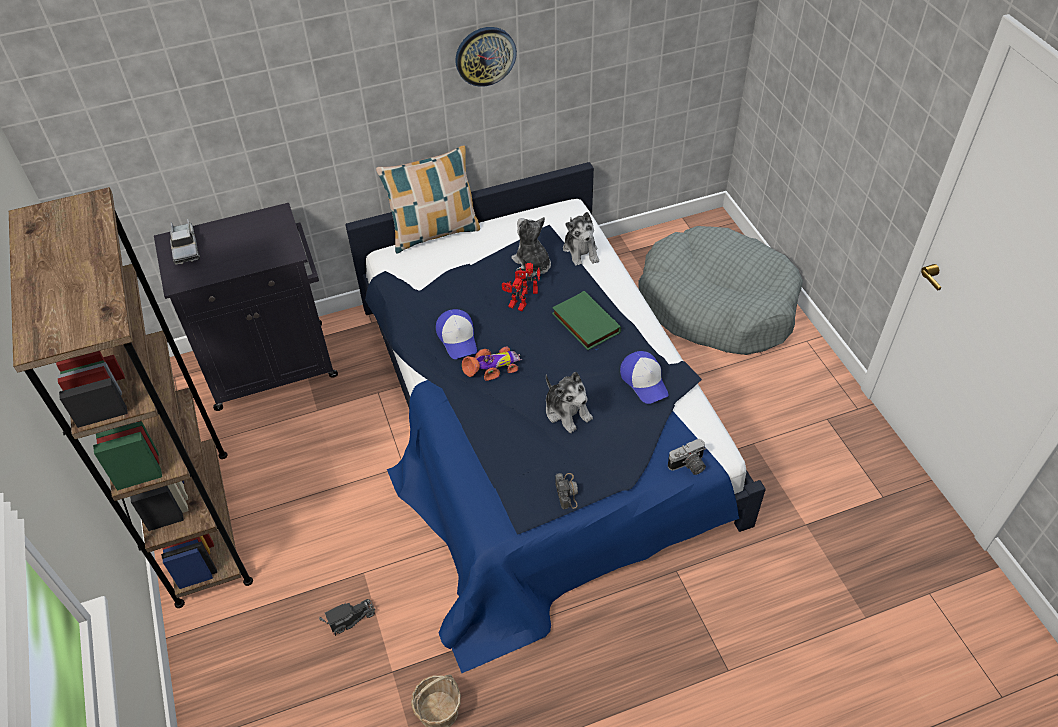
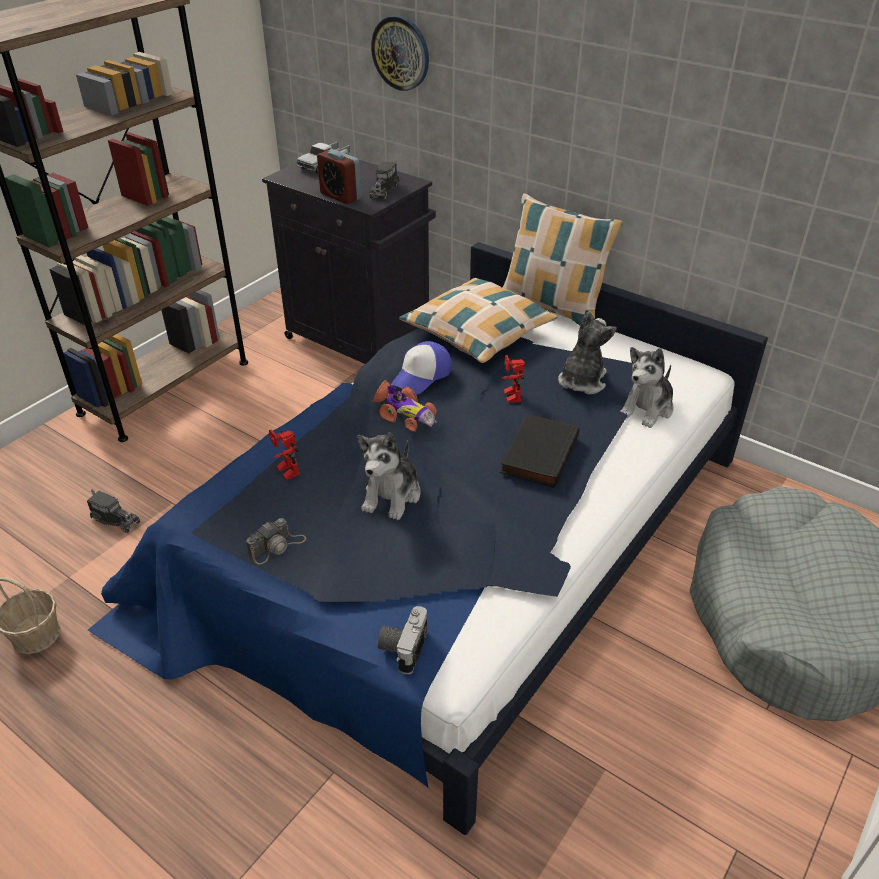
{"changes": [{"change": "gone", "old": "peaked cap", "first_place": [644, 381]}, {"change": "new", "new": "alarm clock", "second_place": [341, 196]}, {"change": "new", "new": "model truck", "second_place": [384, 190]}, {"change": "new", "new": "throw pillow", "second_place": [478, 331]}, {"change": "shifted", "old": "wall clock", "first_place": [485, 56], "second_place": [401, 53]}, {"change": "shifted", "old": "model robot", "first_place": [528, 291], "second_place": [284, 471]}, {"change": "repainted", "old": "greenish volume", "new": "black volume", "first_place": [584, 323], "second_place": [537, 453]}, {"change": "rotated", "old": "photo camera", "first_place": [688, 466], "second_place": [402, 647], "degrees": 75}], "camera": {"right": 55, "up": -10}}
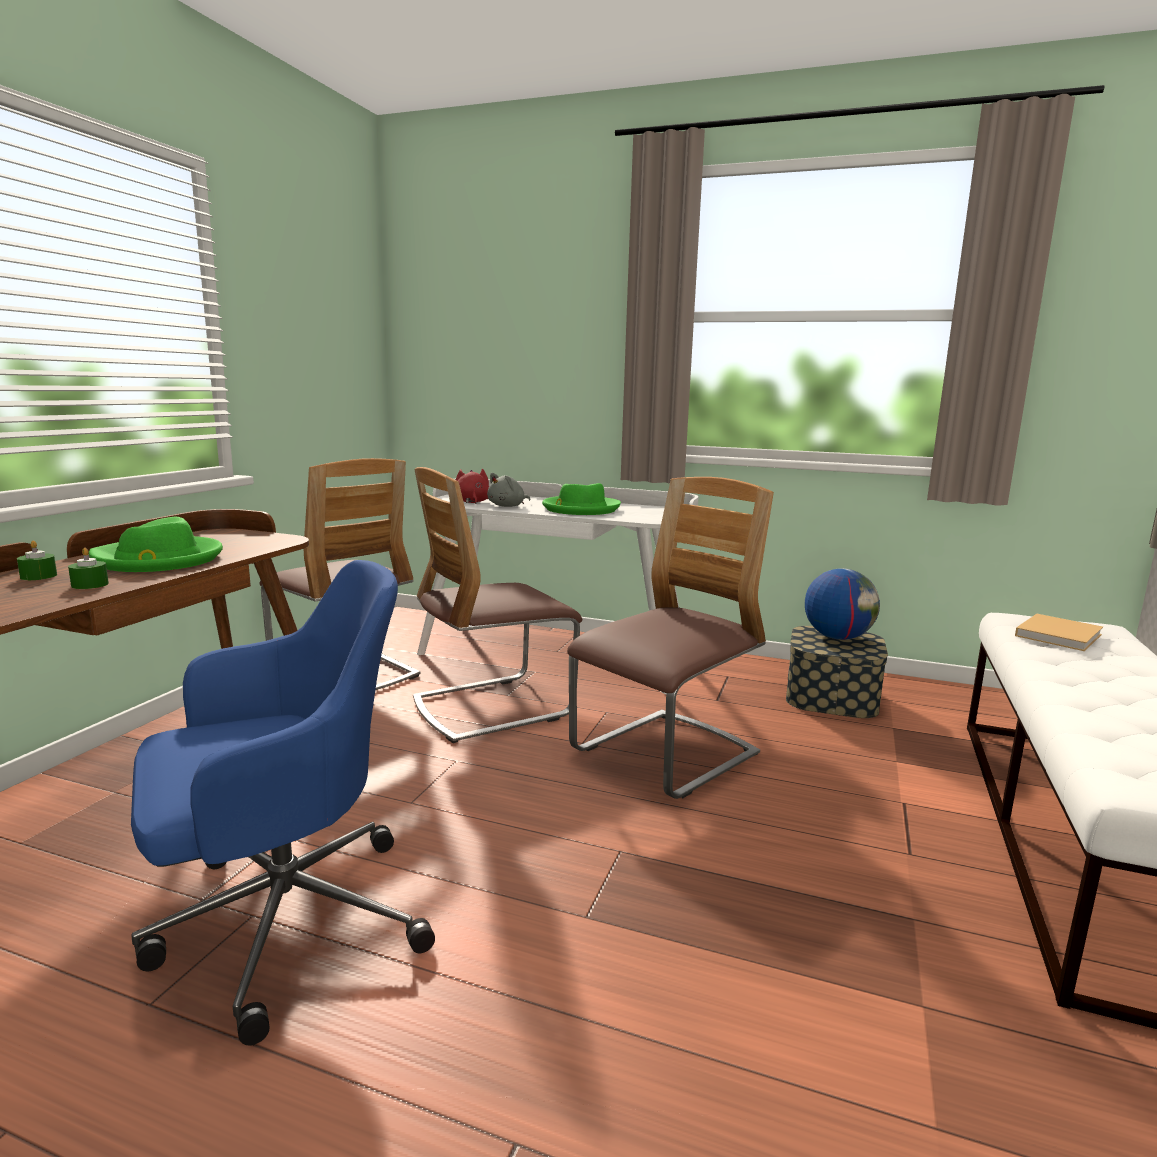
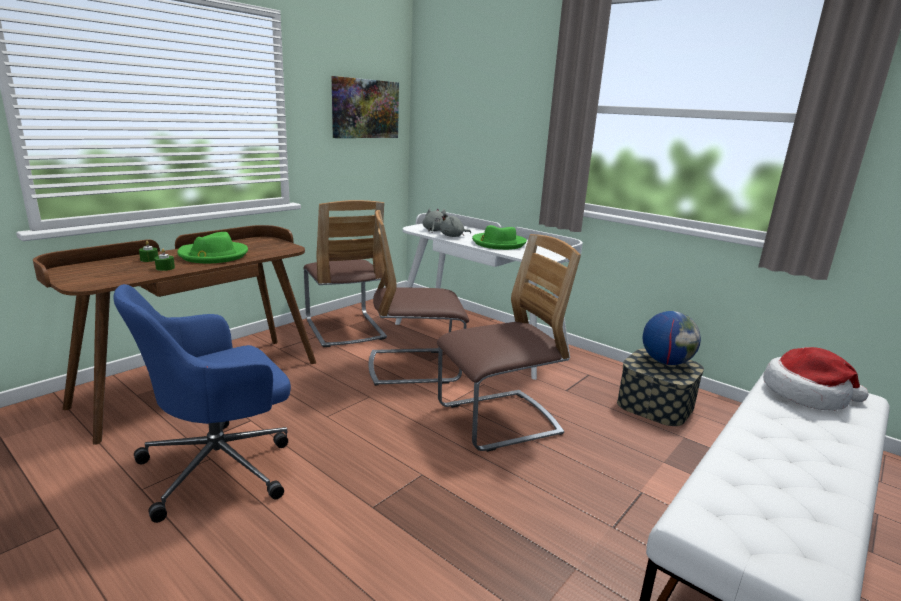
{"changes": [{"change": "new", "new": "wall art", "second_place": [365, 109]}, {"change": "swapped", "old": "sand-coloured volume", "new": "clothing hat", "first_place": [1059, 634], "second_place": [806, 394]}, {"change": "repainted", "old": "reddish plush toy", "new": "gray plush toy", "first_place": [472, 502], "second_place": [434, 230]}, {"change": "rotated", "old": "blue office chair", "first_place": [283, 922], "second_place": [221, 466], "degrees": 150}], "camera": {"right": 20, "up": 5}}
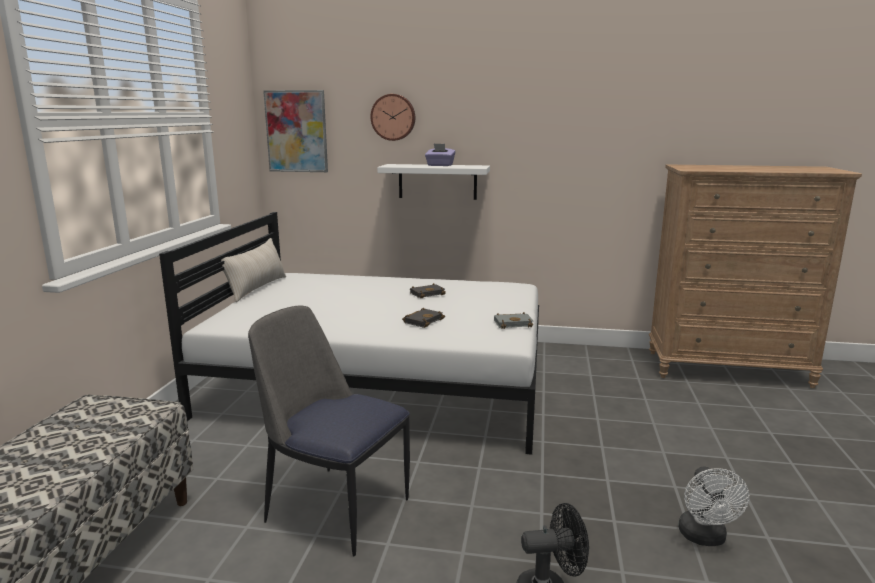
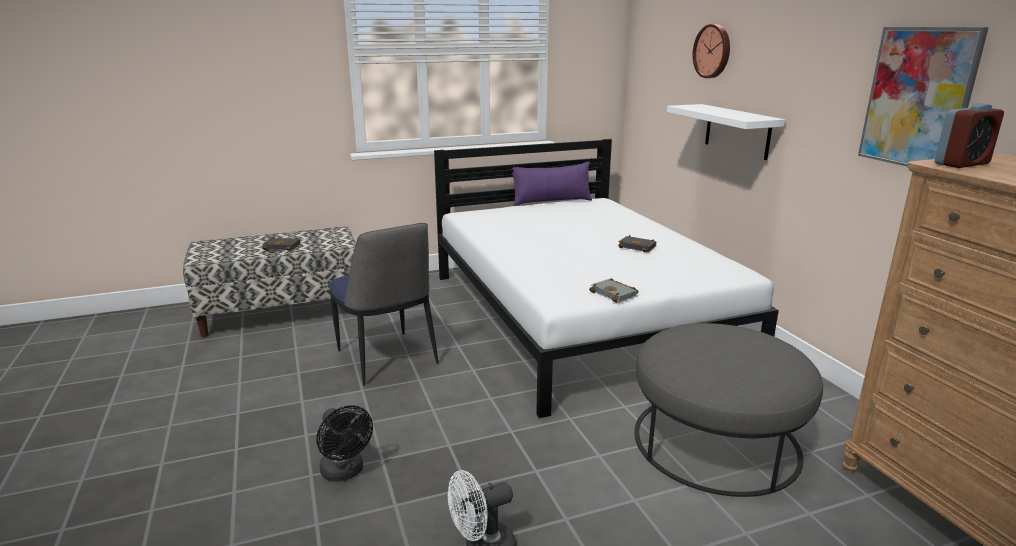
{"changes": [{"change": "gone", "old": "purple box of tissues", "first_place": [440, 165]}, {"change": "new", "new": "gray pouffe", "second_place": [715, 441]}, {"change": "new", "new": "alarm clock", "second_place": [961, 164]}, {"change": "shifted", "old": "wall art", "first_place": [296, 131], "second_place": [918, 98]}, {"change": "shifted", "old": "black volume", "first_place": [423, 320], "second_place": [283, 246]}, {"change": "repainted", "old": "sand-coloured throw pillow", "new": "purple throw pillow", "first_place": [256, 288], "second_place": [551, 201]}, {"change": "rotated", "old": "chair", "first_place": [335, 508], "second_place": [387, 359], "degrees": 150}], "camera": {"right": 60, "up": 5}}
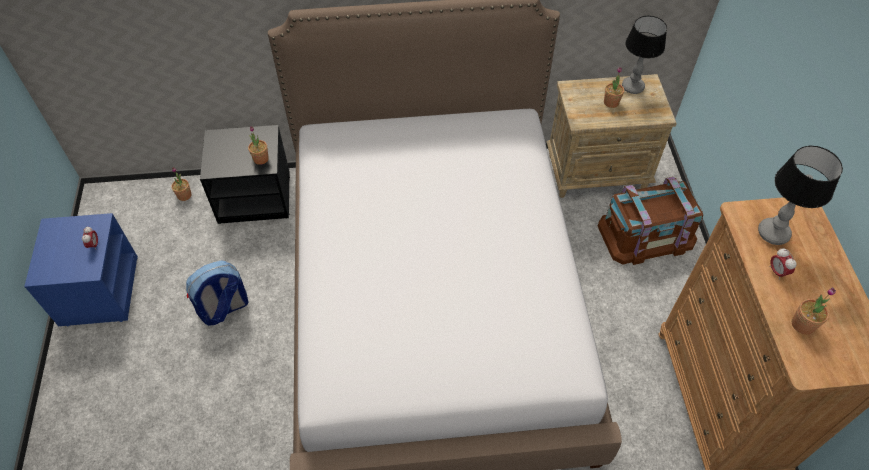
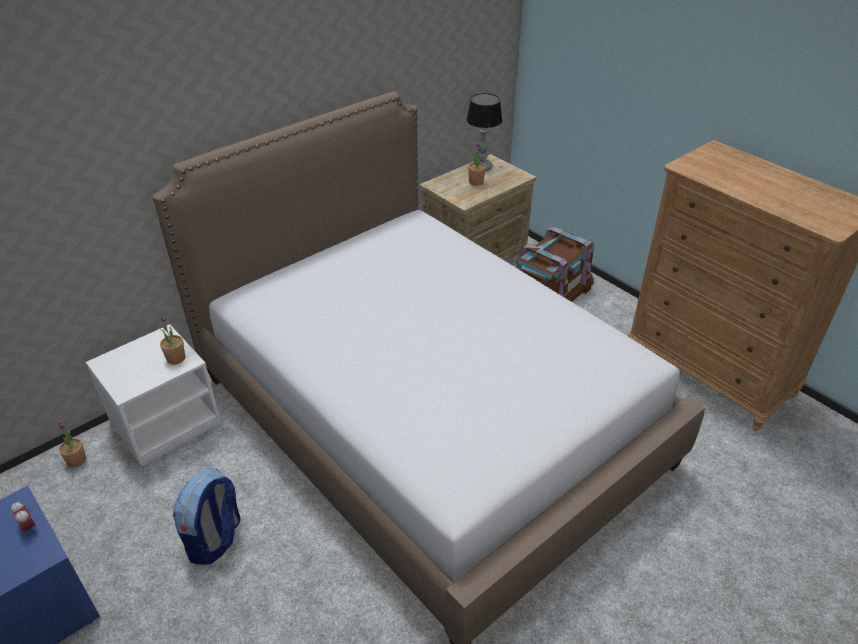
{"changes": [{"change": "gone", "old": "lamp for a table", "first_place": [773, 233]}, {"change": "gone", "old": "alarm clock", "first_place": [777, 272]}, {"change": "gone", "old": "plant in a pot", "first_place": [803, 324]}, {"change": "repainted", "old": "black bedside table", "new": "white-coloured bedside table", "first_place": [255, 196], "second_place": [166, 422]}], "camera": {"right": -35, "up": -15}}
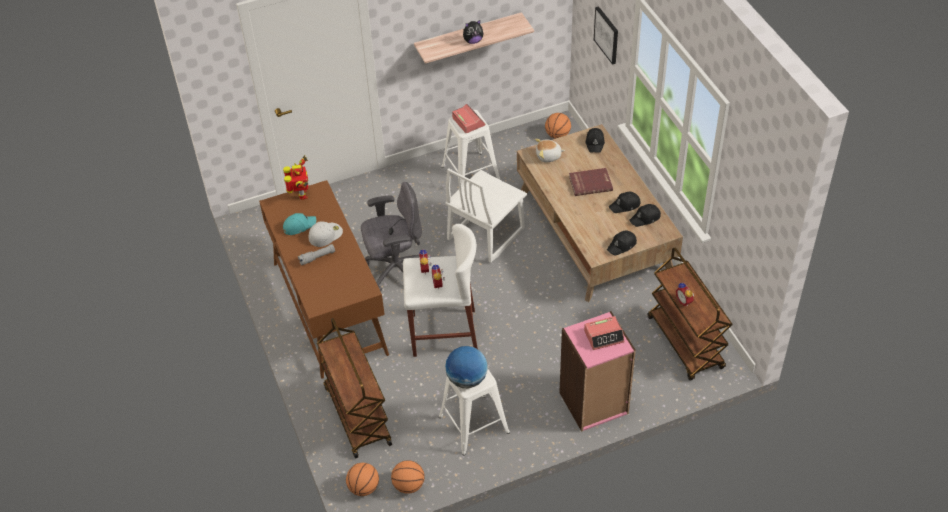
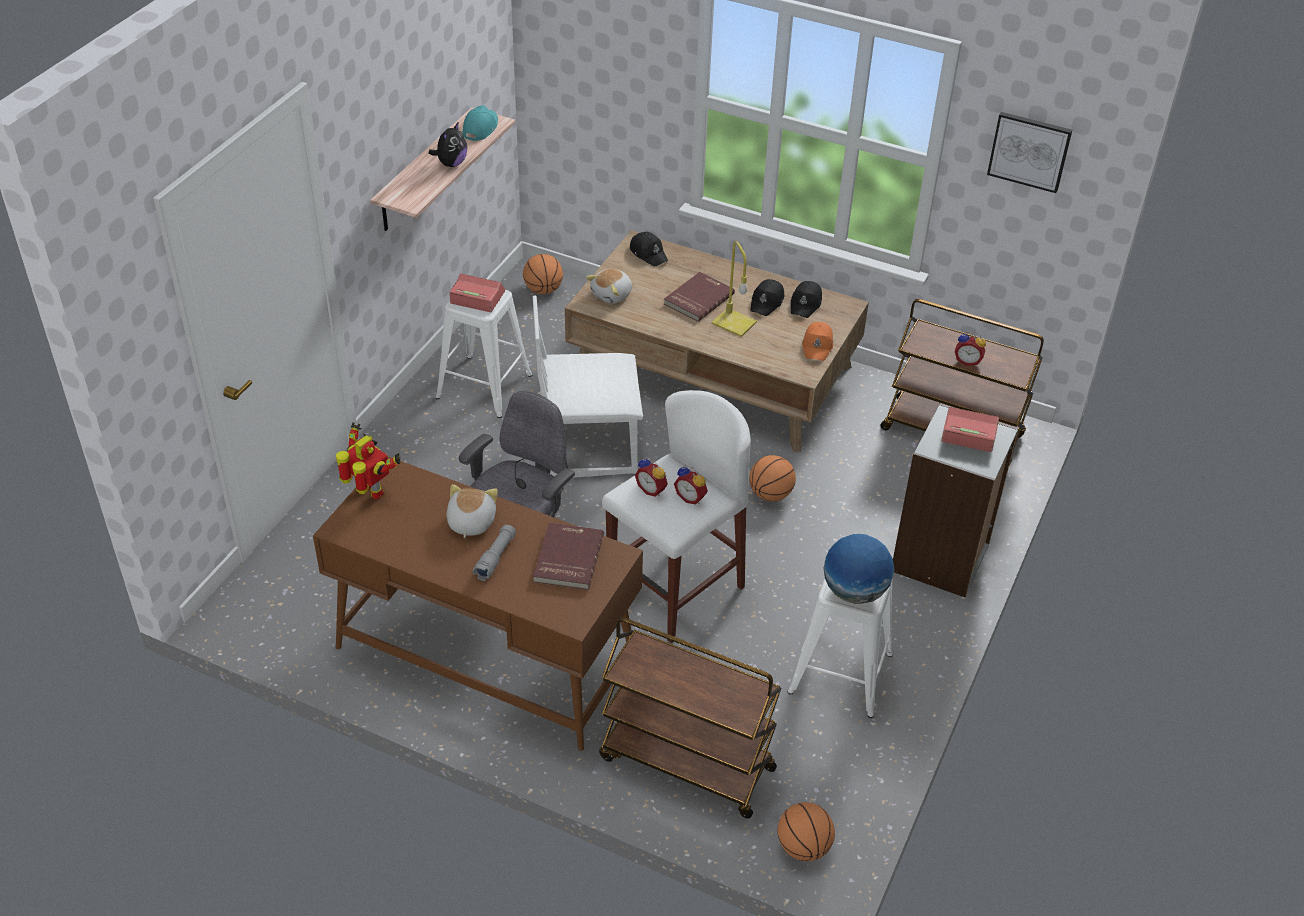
{"changes": [{"change": "new", "new": "reddish volume", "second_place": [567, 558]}, {"change": "new", "new": "yellowish lamp for a table", "second_place": [733, 322]}, {"change": "shifted", "old": "blue-green peaked cap", "first_place": [299, 226], "second_place": [480, 128]}, {"change": "shifted", "old": "basketball ball", "first_place": [409, 485], "second_place": [770, 494]}, {"change": "shifted", "old": "wall art", "first_place": [607, 35], "second_place": [1029, 151]}, {"change": "swapped", "old": "white-coloured peaked cap", "new": "plush toy", "first_place": [325, 234], "second_place": [470, 522]}, {"change": "repainted", "old": "pinkish bookcase", "new": "gray bookcase", "first_place": [594, 404], "second_place": [941, 558]}, {"change": "repainted", "old": "black peaked cap", "new": "orange-coloured peaked cap", "first_place": [622, 245], "second_place": [817, 346]}, {"change": "rotated", "old": "white-coloured chair", "first_place": [485, 234], "second_place": [587, 445], "degrees": 90}, {"change": "rotated", "old": "alarm clock", "first_place": [604, 336], "second_place": [968, 434], "degrees": -105}], "camera": {"right": -45, "up": -5}}
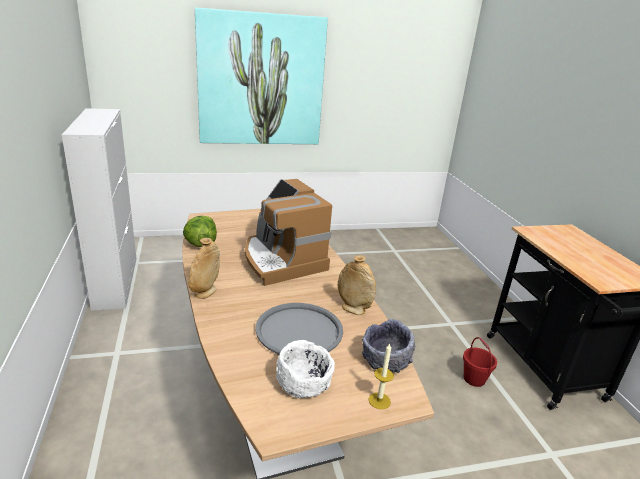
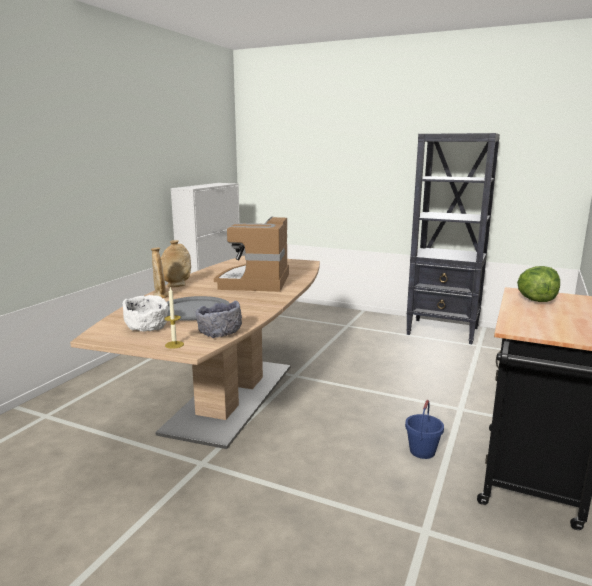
{"changes": [{"change": "gone", "old": "wall art", "first_place": [261, 80]}, {"change": "new", "new": "black bookcase", "second_place": [443, 331]}, {"change": "shifted", "old": "lettuce", "first_place": [200, 244], "second_place": [536, 300]}, {"change": "shifted", "old": "sand-coloured vase", "first_place": [353, 309], "second_place": [160, 295]}, {"change": "repainted", "old": "reddish water bucket", "new": "blue water bucket", "first_place": [474, 379], "second_place": [422, 451]}], "camera": {"right": 40, "up": -10}}
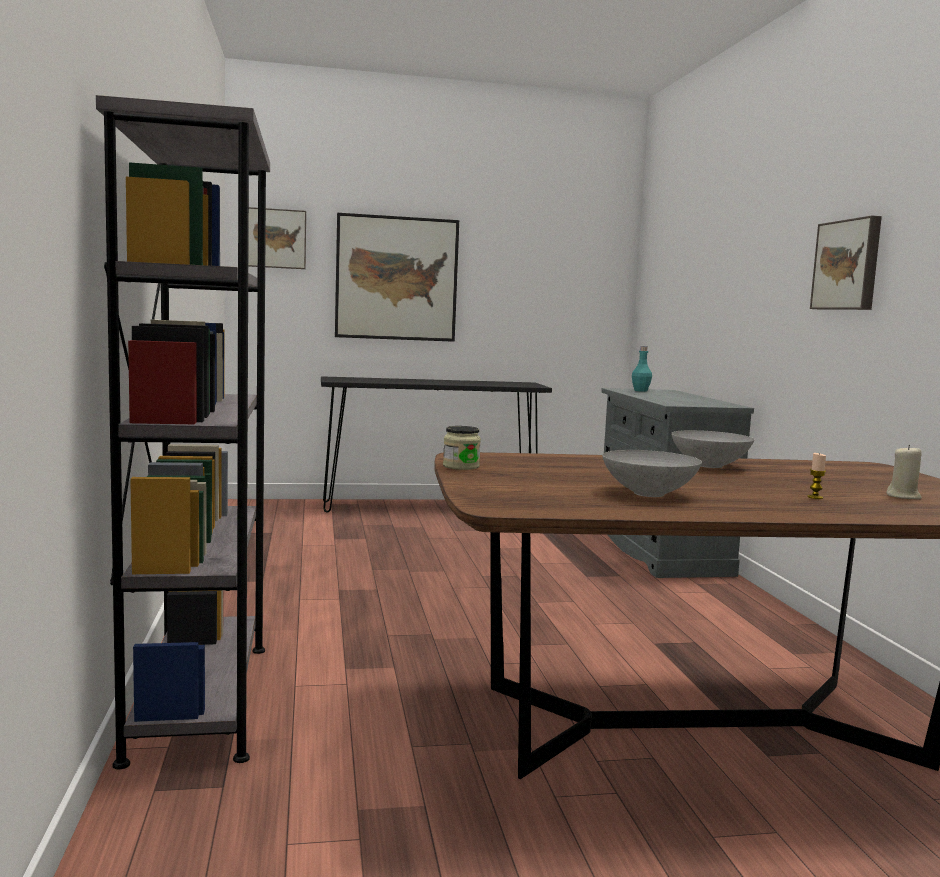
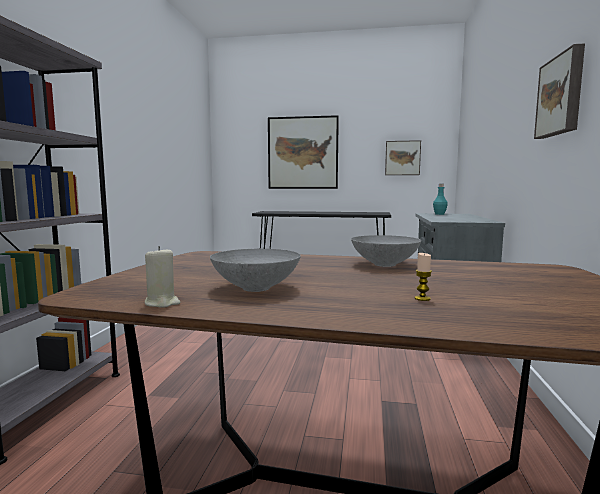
{"changes": [{"change": "gone", "old": "preserve jar", "first_place": [461, 466]}, {"change": "shifted", "old": "wall art", "first_place": [276, 238], "second_place": [402, 158]}, {"change": "shifted", "old": "sand-coloured wax candle", "first_place": [903, 496], "second_place": [162, 303]}], "camera": {"right": 20, "up": 0}}
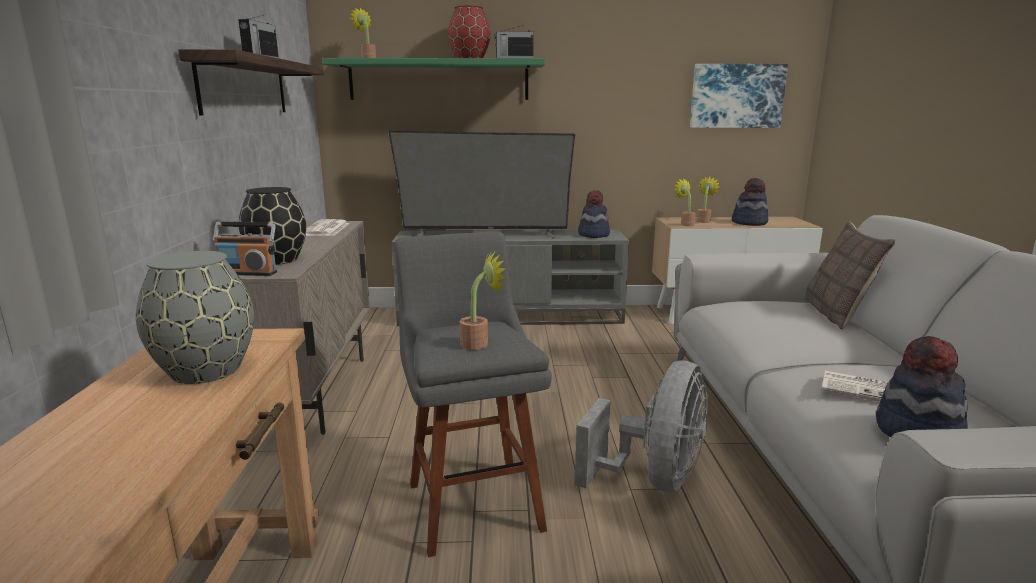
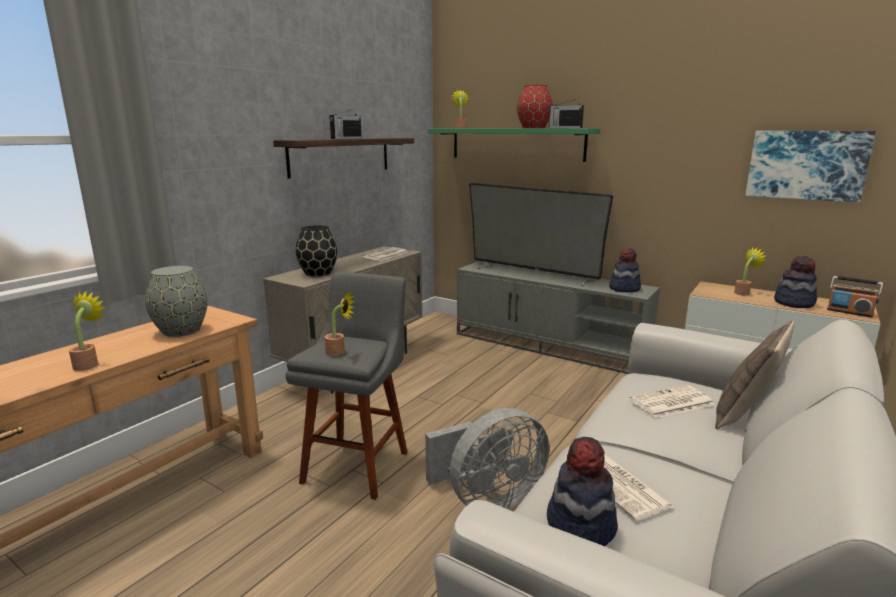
{"changes": [{"change": "new", "new": "printed paper", "second_place": [671, 402]}, {"change": "shifted", "old": "radio receiver", "first_place": [248, 273], "second_place": [849, 312]}, {"change": "shifted", "old": "plant in a pot", "first_place": [685, 224], "second_place": [89, 364]}], "camera": {"right": 35, "up": 0}}
